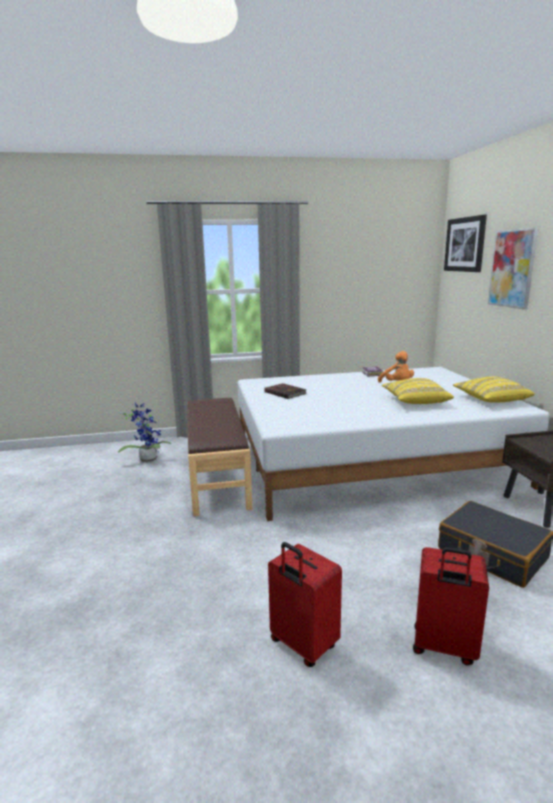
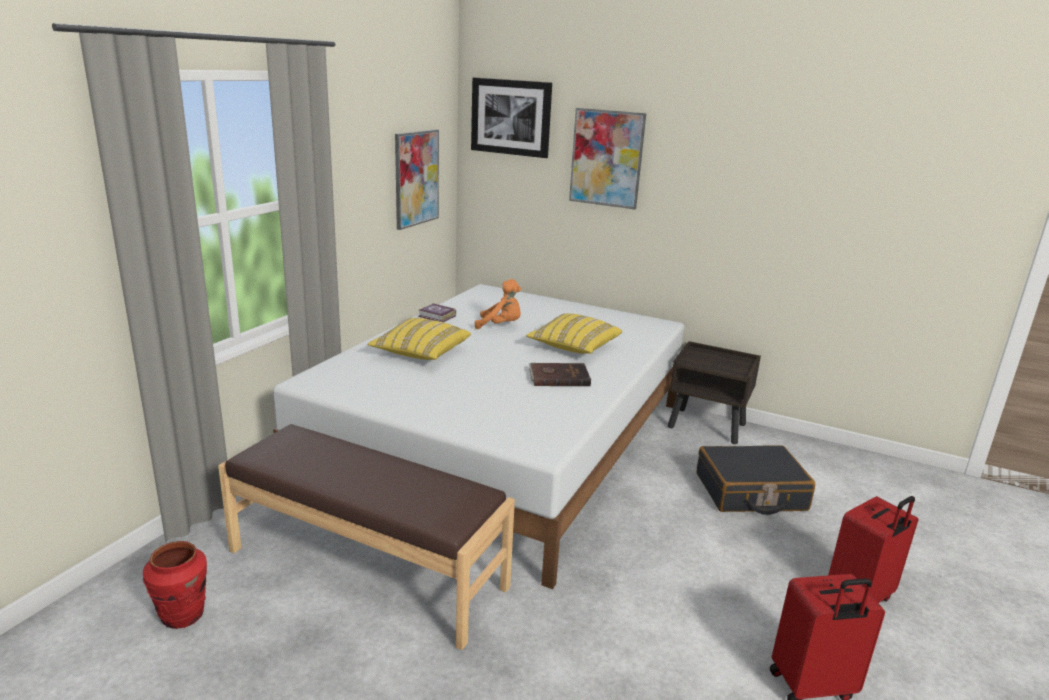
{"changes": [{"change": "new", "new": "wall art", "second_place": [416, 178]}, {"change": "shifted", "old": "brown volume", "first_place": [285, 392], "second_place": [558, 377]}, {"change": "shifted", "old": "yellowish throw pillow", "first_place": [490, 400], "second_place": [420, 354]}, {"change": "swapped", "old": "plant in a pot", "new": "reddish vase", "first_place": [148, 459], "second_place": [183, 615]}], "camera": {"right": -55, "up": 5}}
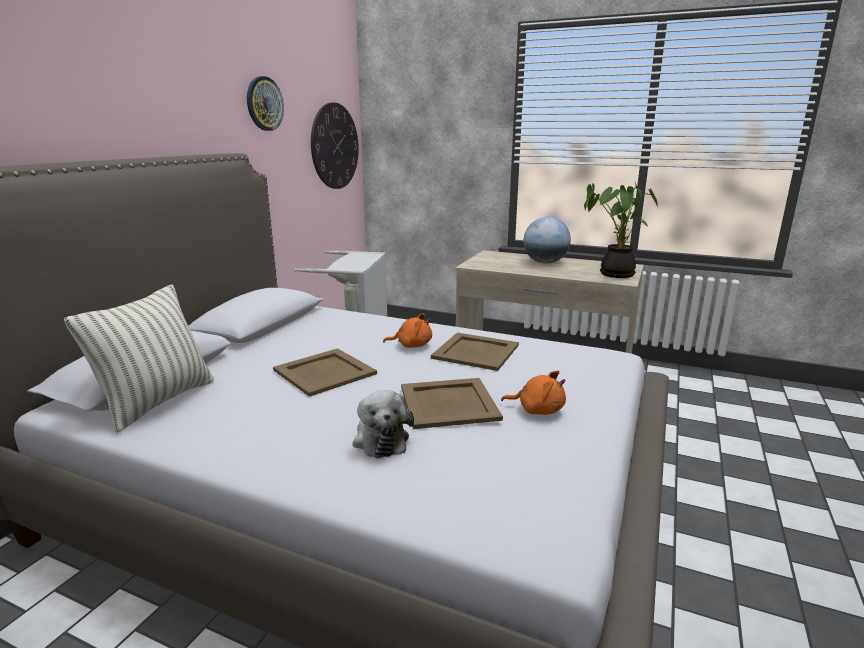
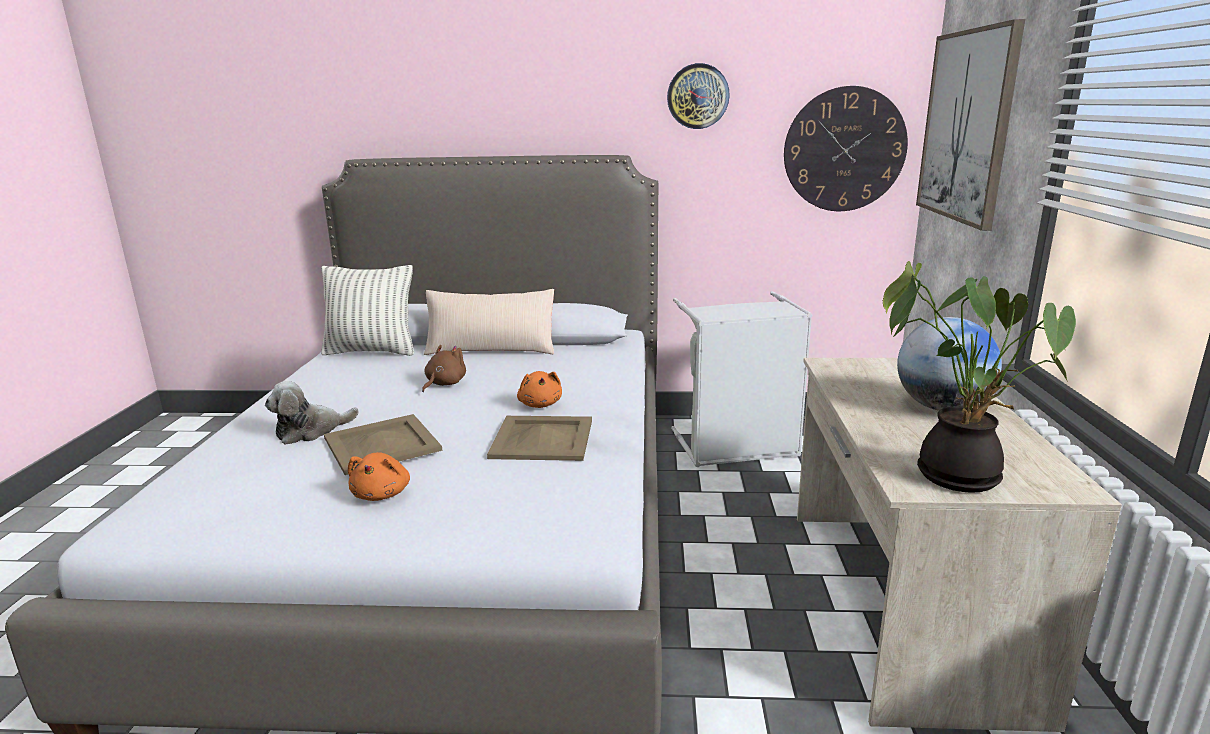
{"changes": [{"change": "new", "new": "sand-coloured throw pillow", "second_place": [491, 349]}, {"change": "new", "new": "wall art", "second_place": [966, 126]}, {"change": "swapped", "old": "sand-coloured serving tray", "new": "brown plush toy", "first_place": [324, 372], "second_place": [444, 384]}], "camera": {"right": 70, "up": 0}}
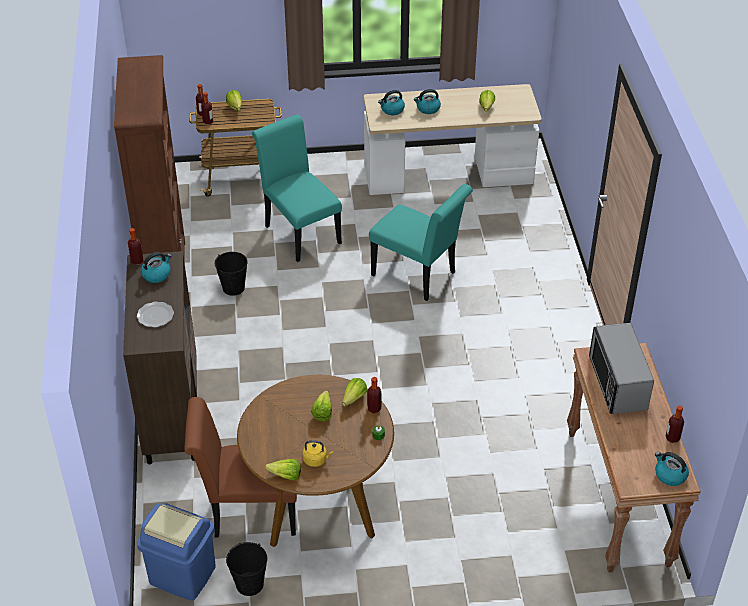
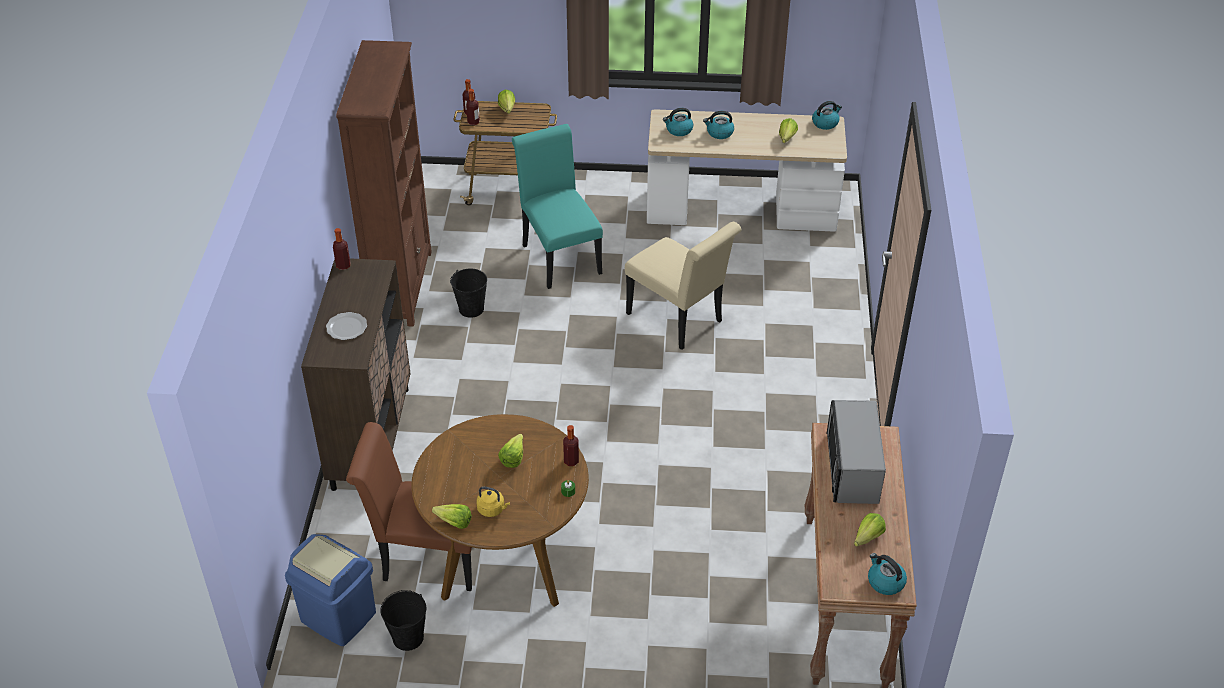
{"changes": [{"change": "gone", "old": "bottle", "first_place": [672, 438]}, {"change": "shifted", "old": "water kettle", "first_place": [157, 274], "second_place": [825, 123]}, {"change": "shifted", "old": "lettuce", "first_place": [352, 400], "second_place": [865, 539]}, {"change": "repainted", "old": "blue-green chair", "new": "sand-coloured chair", "first_place": [418, 276], "second_place": [679, 320]}], "camera": {"right": 10, "up": 0}}
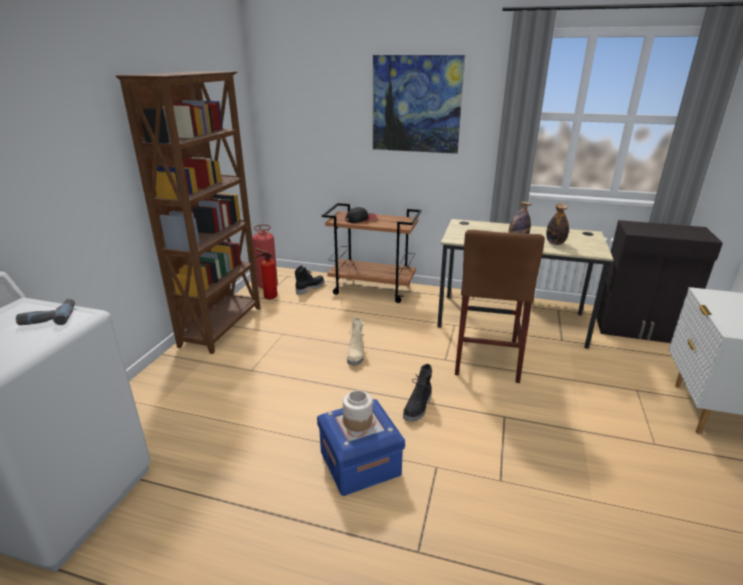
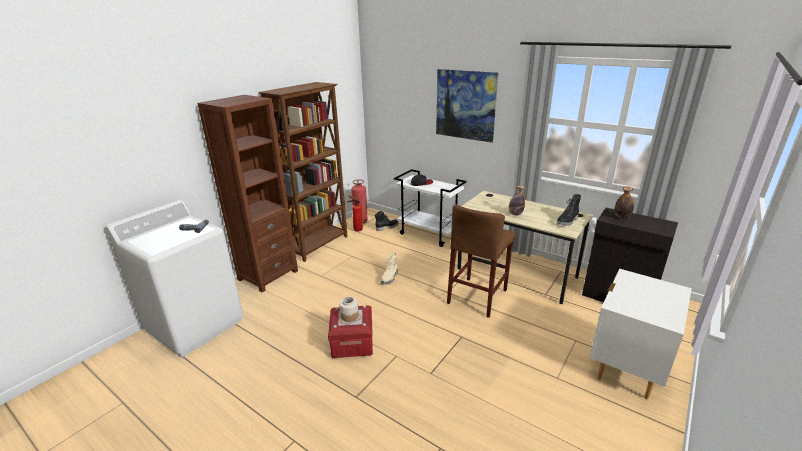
{"changes": [{"change": "new", "new": "brown bookcase", "second_place": [268, 275]}, {"change": "shifted", "old": "black boot", "first_place": [418, 408], "second_place": [567, 221]}, {"change": "shifted", "old": "bottle", "first_place": [555, 243], "second_place": [621, 217]}, {"change": "repainted", "old": "blue storage box", "new": "reddish storage box", "first_place": [360, 463], "second_place": [352, 343]}, {"change": "repainted", "old": "brown cart", "new": "white-coloured cart", "first_place": [373, 289], "second_place": [429, 234]}], "camera": {"right": 20, "up": 0}}
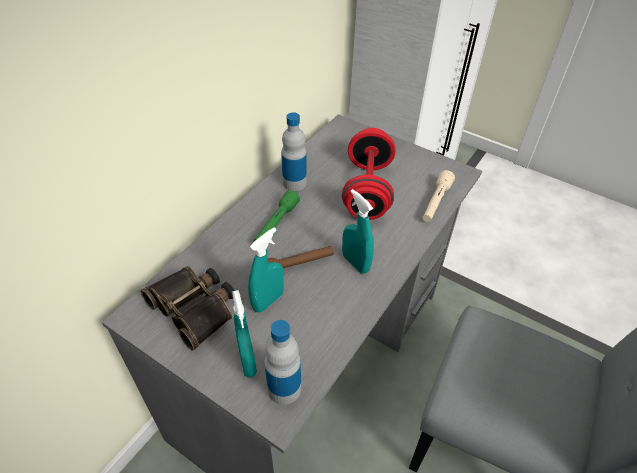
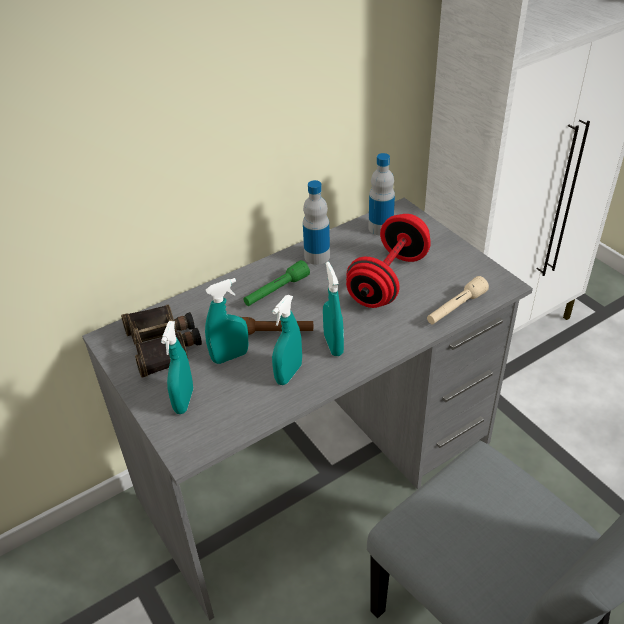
{"changes": [{"change": "new", "new": "blue-green spray bottle", "second_place": [288, 374]}, {"change": "shifted", "old": "bottle", "first_place": [284, 388], "second_place": [380, 228]}], "camera": {"right": 25, "up": -5}}
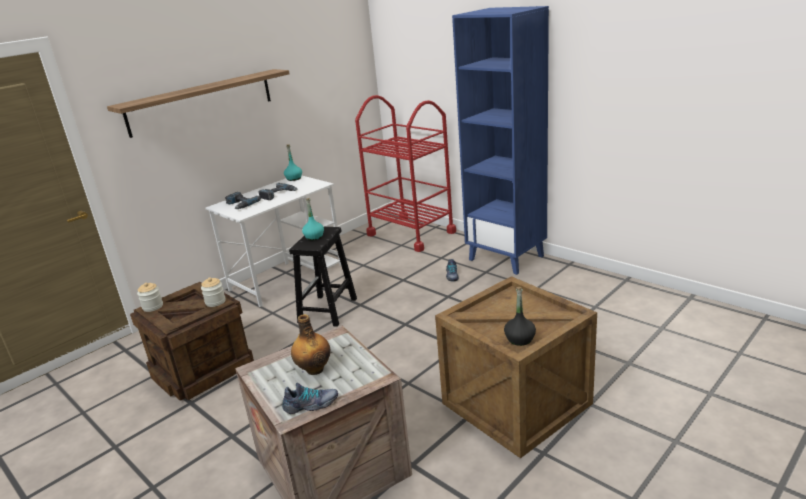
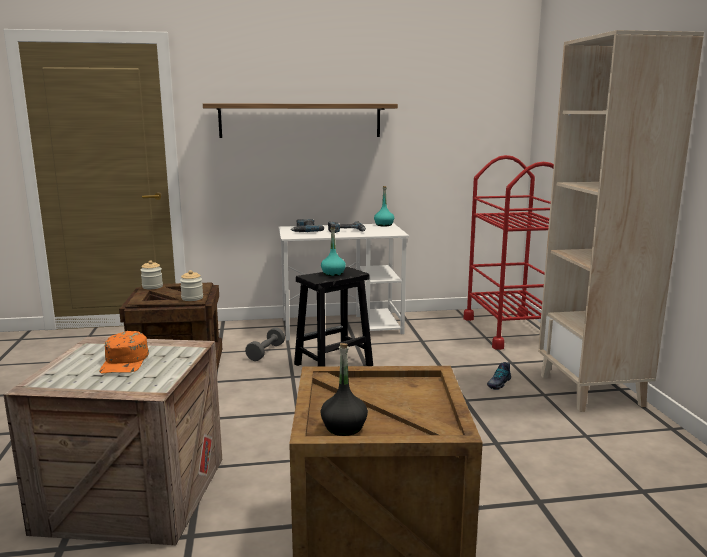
{"changes": [{"change": "gone", "old": "item of footwear", "first_place": [311, 405]}, {"change": "new", "new": "gray free weight", "second_place": [266, 352]}, {"change": "swapped", "old": "bottle", "new": "orange-coloured peaked cap", "first_place": [314, 369], "second_place": [125, 361]}, {"change": "repainted", "old": "blue bookcase", "new": "sand-coloured bookcase", "first_place": [507, 258], "second_place": [591, 390]}], "camera": {"right": 35, "up": -10}}
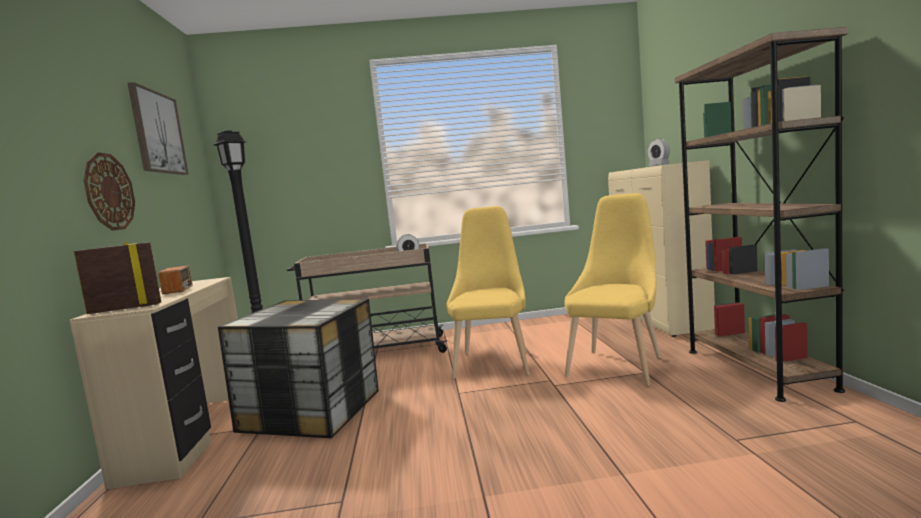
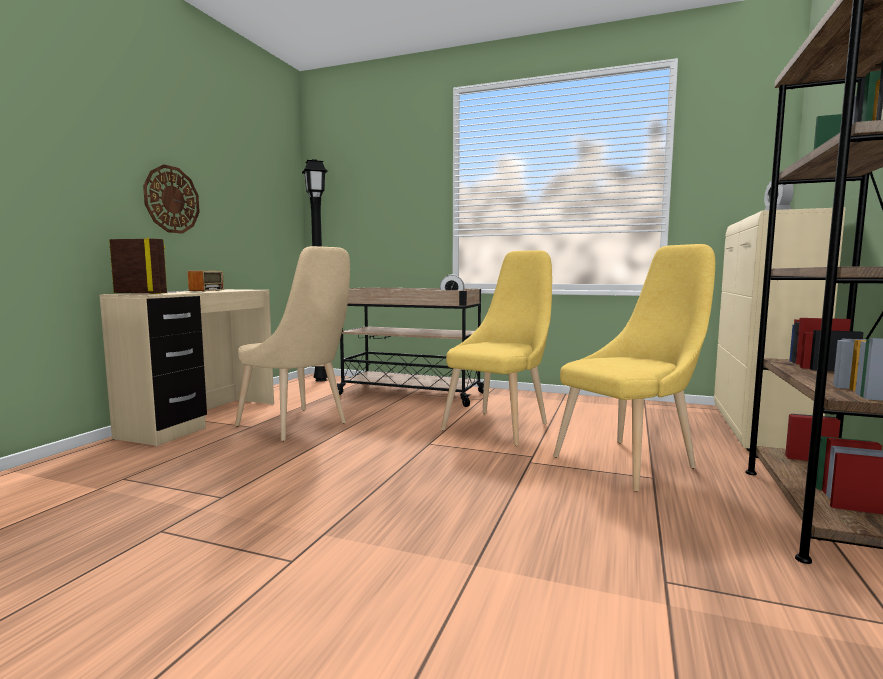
{"changes": [{"change": "gone", "old": "wall art", "first_place": [157, 133]}, {"change": "swapped", "old": "storage box", "new": "sand-coloured chair", "first_place": [312, 412], "second_place": [297, 426]}], "camera": {"right": 25, "up": 0}}
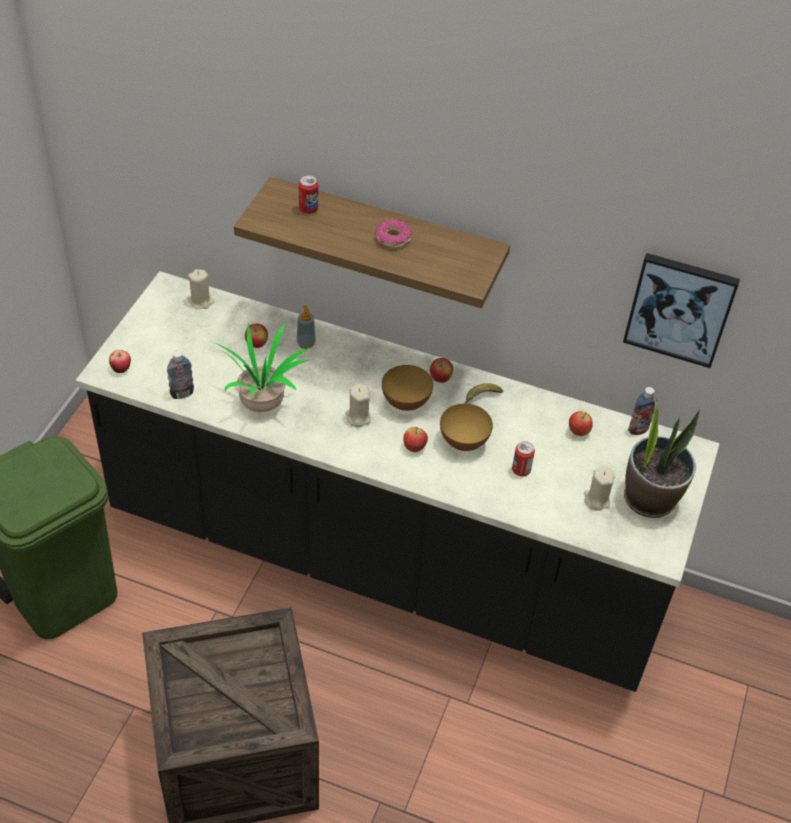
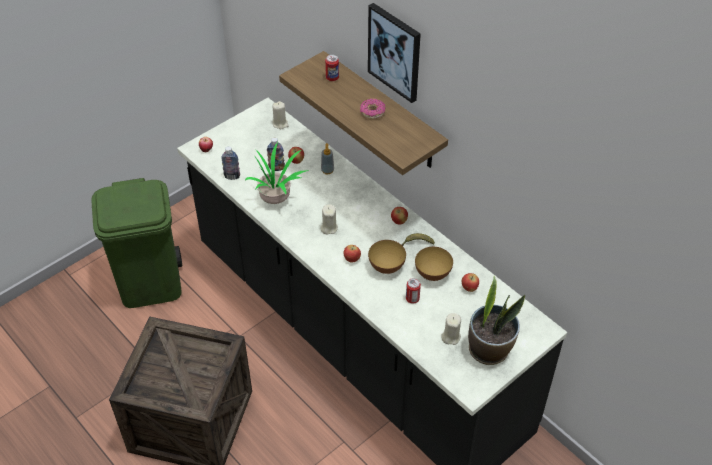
{"changes": [{"change": "shifted", "old": "bowl", "first_place": [406, 403], "second_place": [432, 274]}, {"change": "shifted", "old": "wall art", "first_place": [680, 309], "second_place": [395, 52]}, {"change": "shifted", "old": "bottle", "first_place": [638, 429], "second_place": [276, 168]}], "camera": {"right": 30, "up": 0}}
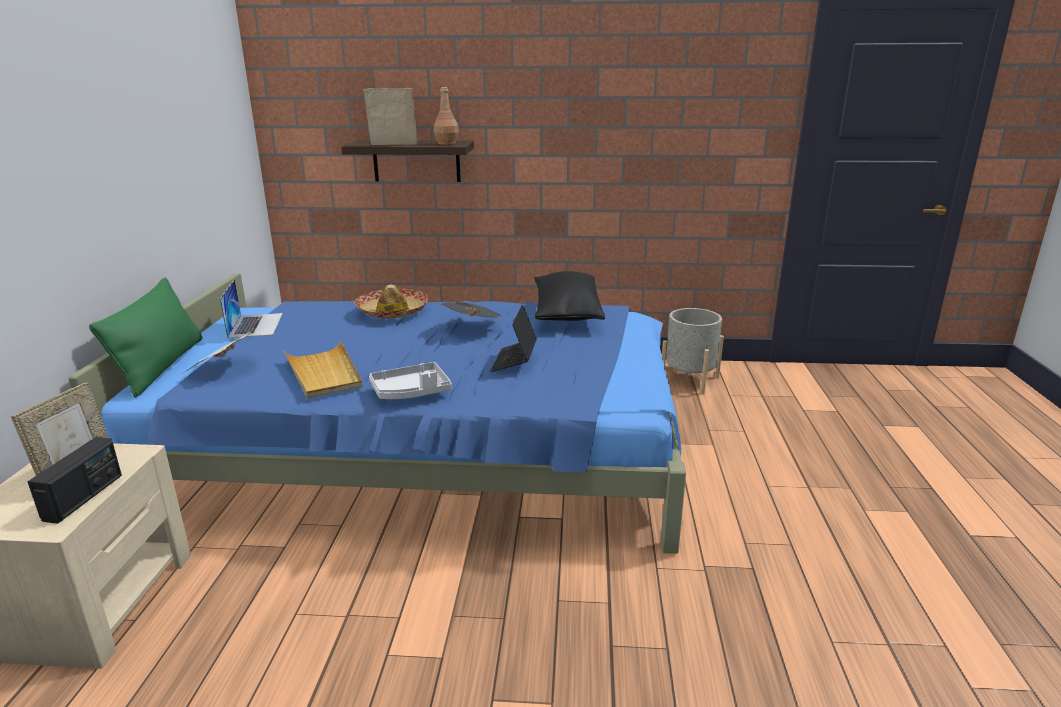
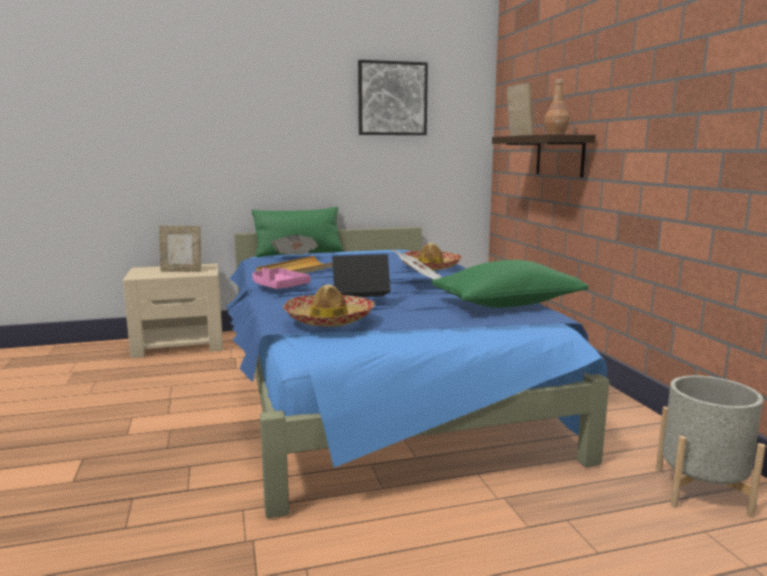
{"changes": [{"change": "gone", "old": "radio receiver", "first_place": [84, 497]}, {"change": "gone", "old": "portable computer", "first_place": [255, 325]}, {"change": "new", "new": "clothing hat", "second_place": [329, 319]}, {"change": "new", "new": "wall art", "second_place": [392, 98]}, {"change": "repainted", "old": "gray serving tray", "new": "pinkish serving tray", "first_place": [411, 392], "second_place": [278, 286]}, {"change": "repainted", "old": "black throw pillow", "new": "greenish throw pillow", "first_place": [566, 313], "second_place": [507, 304]}], "camera": {"right": 70, "up": -10}}
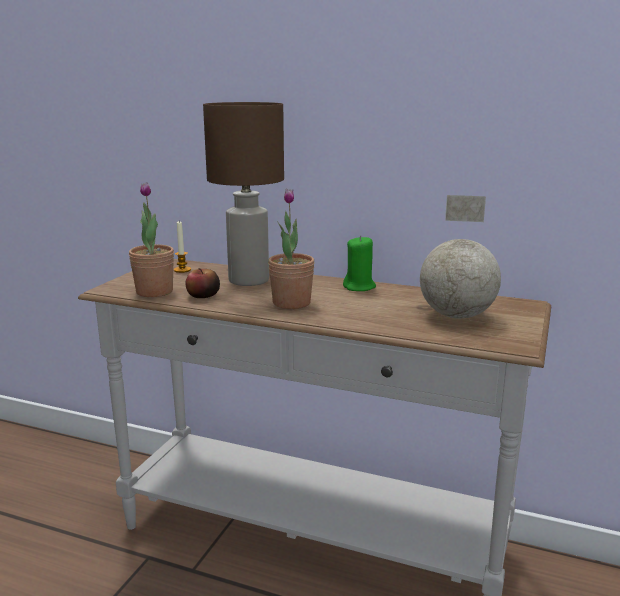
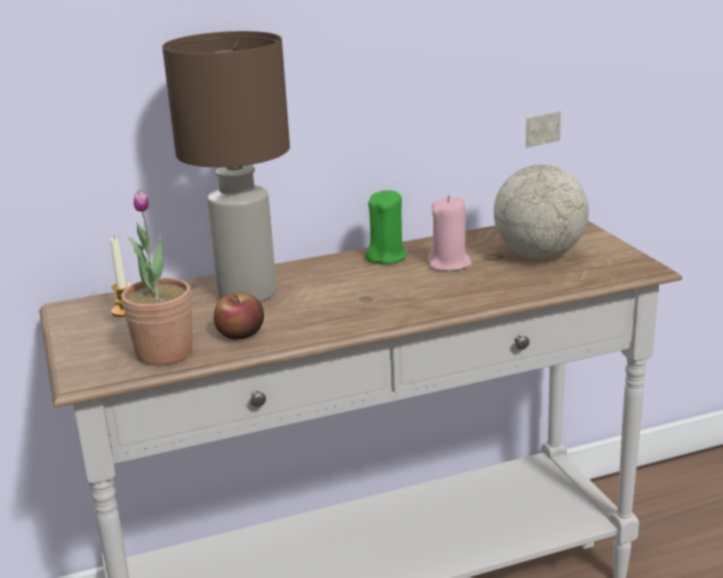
{"changes": [{"change": "gone", "old": "plant in a pot", "first_place": [291, 303]}, {"change": "new", "new": "pinkish wax candle", "second_place": [449, 264]}], "camera": {"right": -40, "up": 5}}
